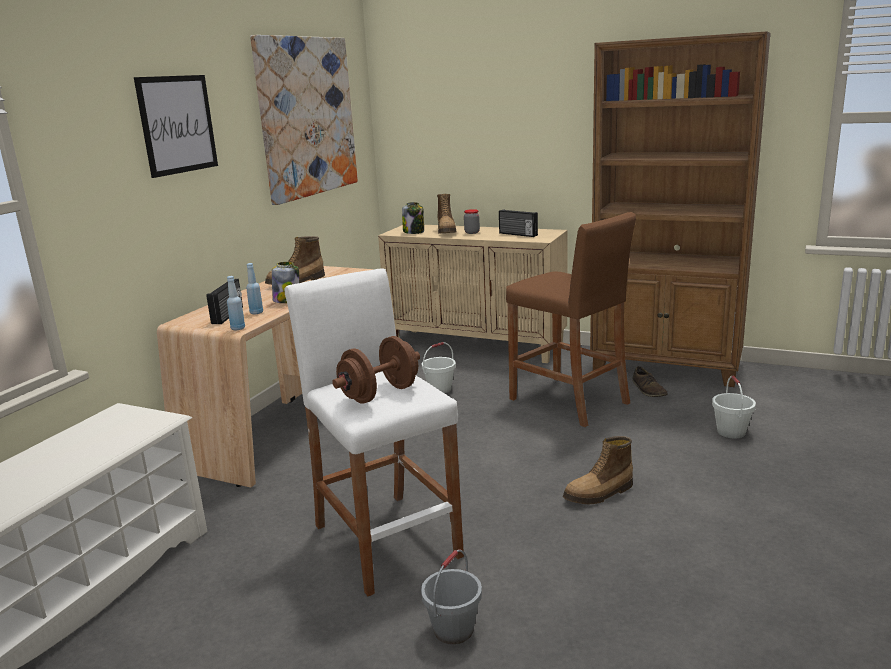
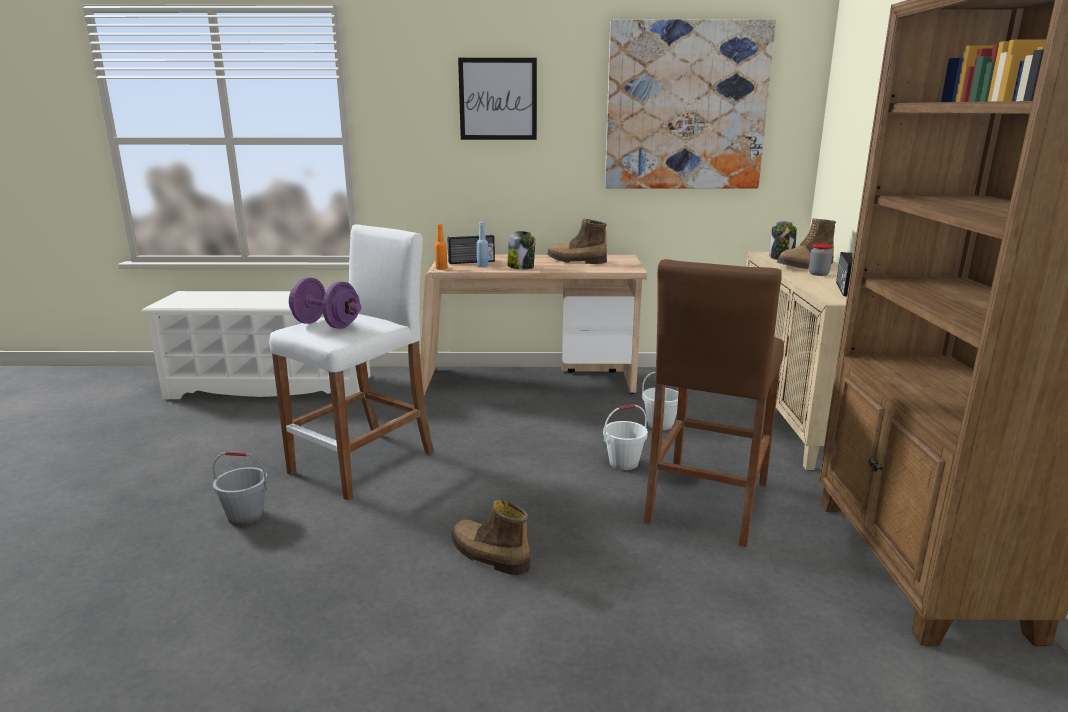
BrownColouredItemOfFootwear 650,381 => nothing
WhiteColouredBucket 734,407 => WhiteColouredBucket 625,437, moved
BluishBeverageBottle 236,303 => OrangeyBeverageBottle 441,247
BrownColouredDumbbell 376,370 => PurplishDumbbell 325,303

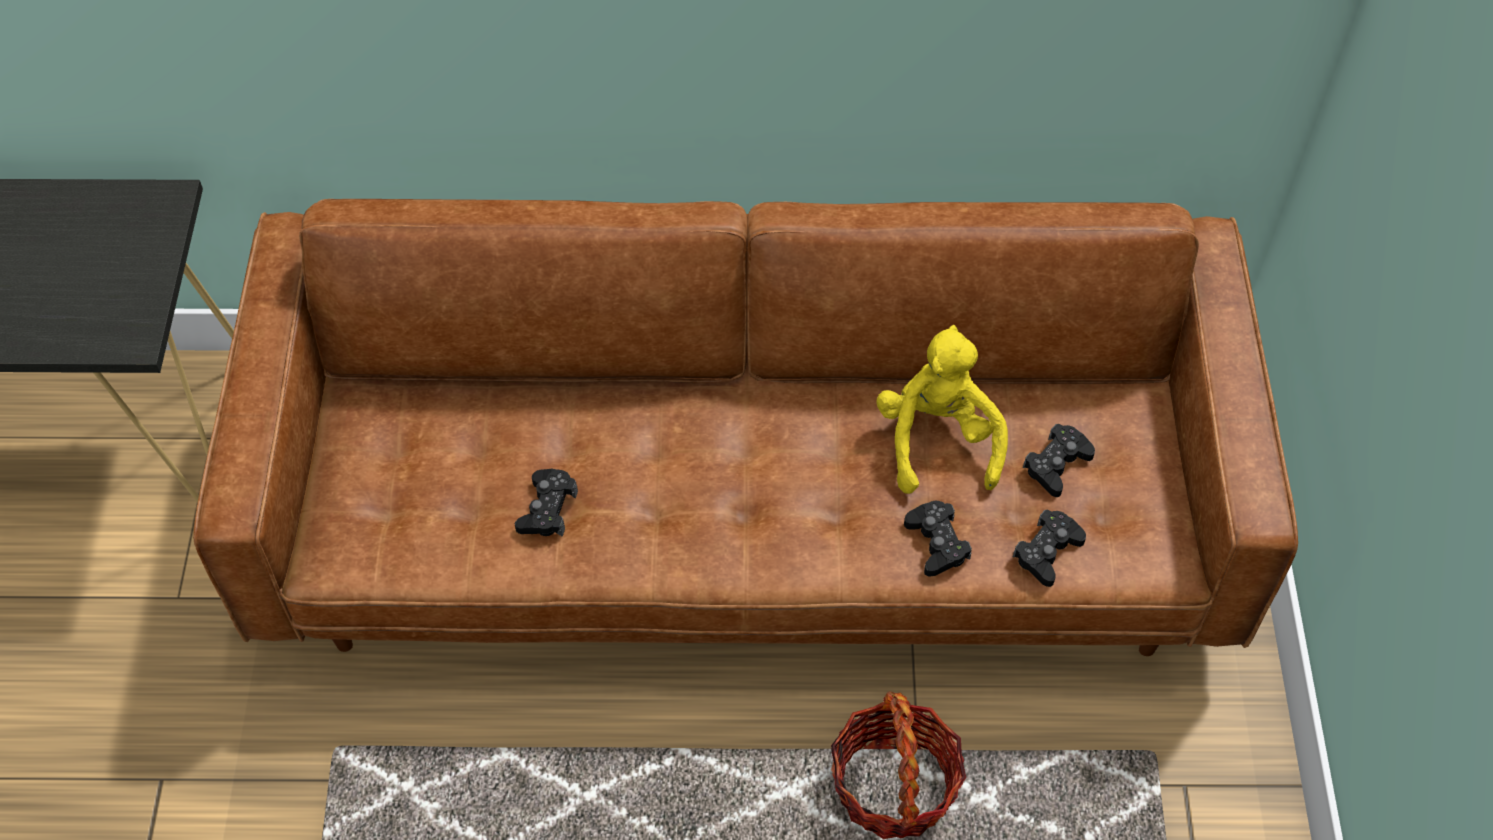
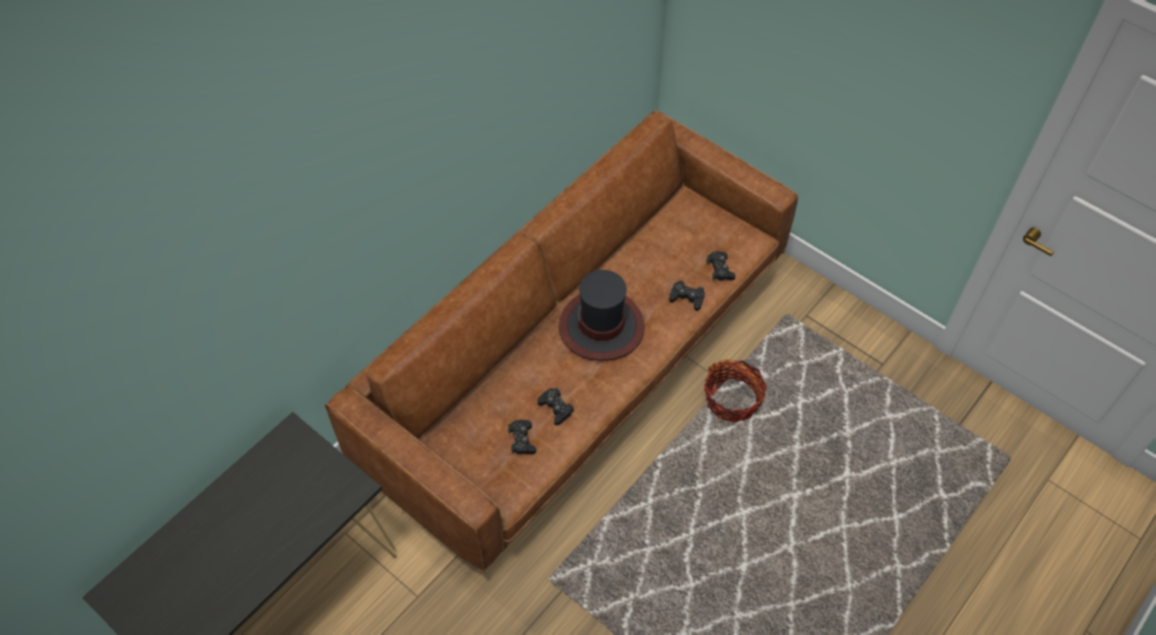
YellowColouredPlushToy 942,409 => nothing
nothing => WearableHat 602,315
BlackishGameController 1059,460 => BlackishGameController 522,437, moved

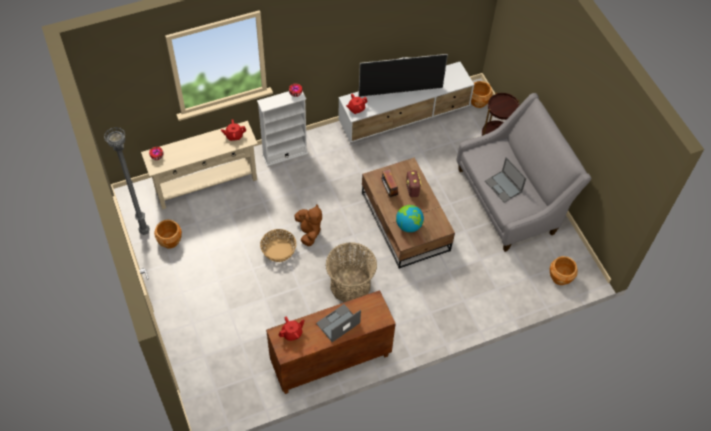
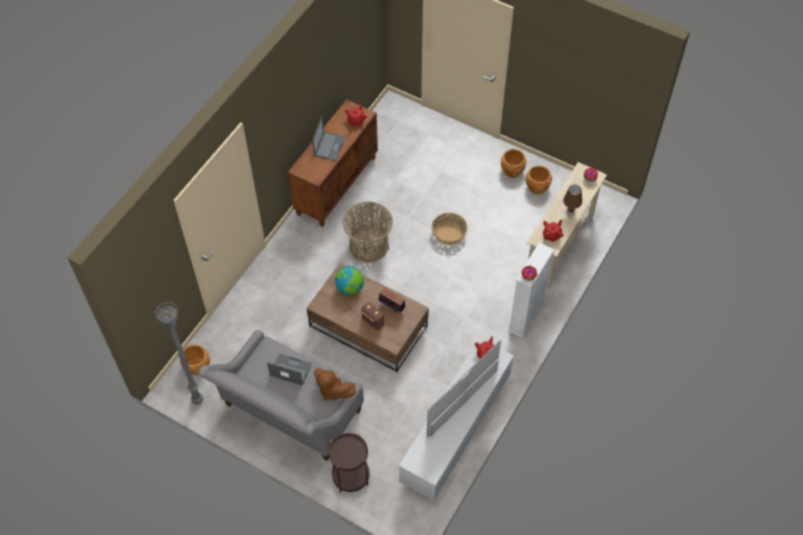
nothing => BrownColouredLampForATable 572,201
GreyishFloorLamp 127,181 => GreyishFloorLamp 179,353, moved
BrownColouredPlushToy 308,225 => BrownColouredPlushToy 335,384, moved
BrownColouredFlowerPot 482,94 => BrownColouredFlowerPot 514,163, moved

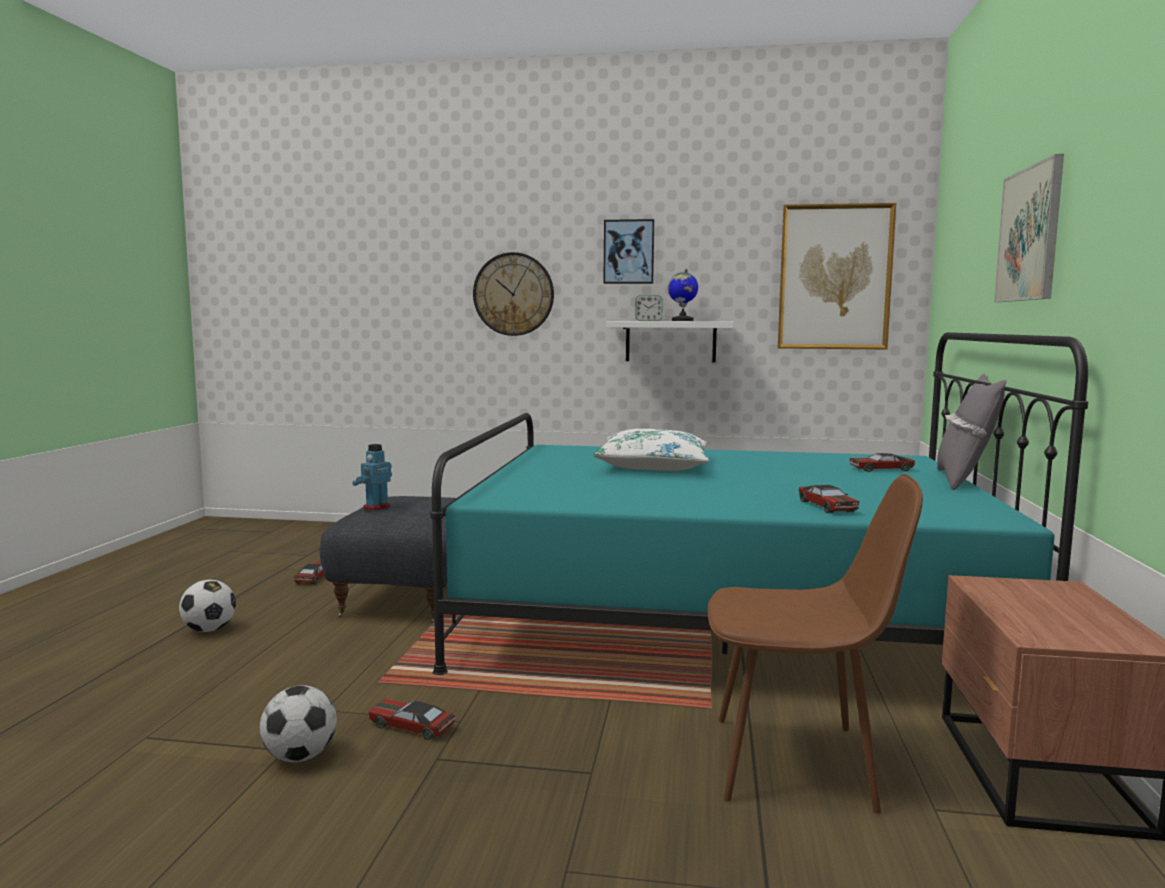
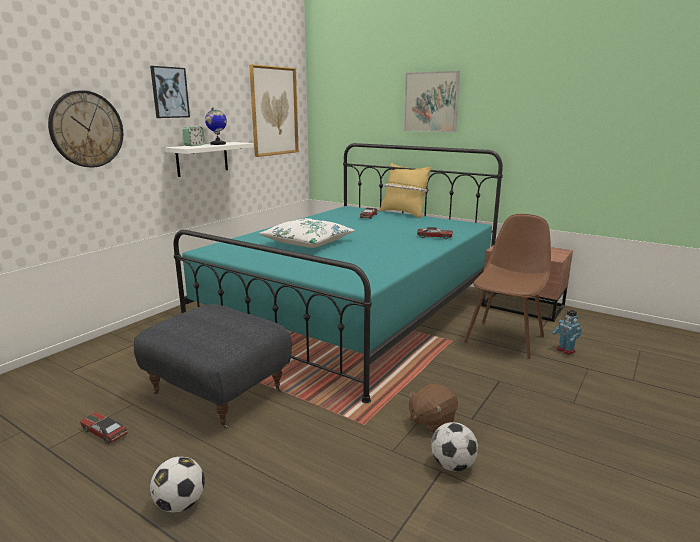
ModelRobot 372,477 => ModelRobot 567,332, moved
ToyCar 411,719 => BrownColouredPlushToy 433,409
GreyishPillow 972,431 => YellowColouredPillow 405,190

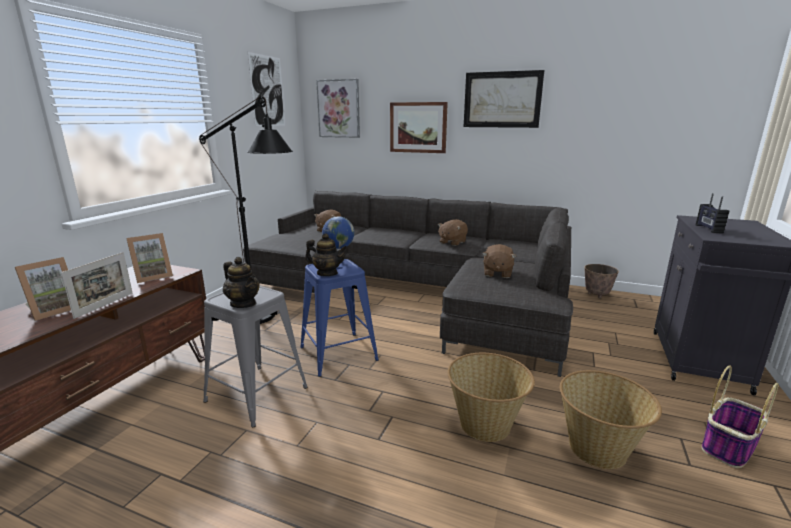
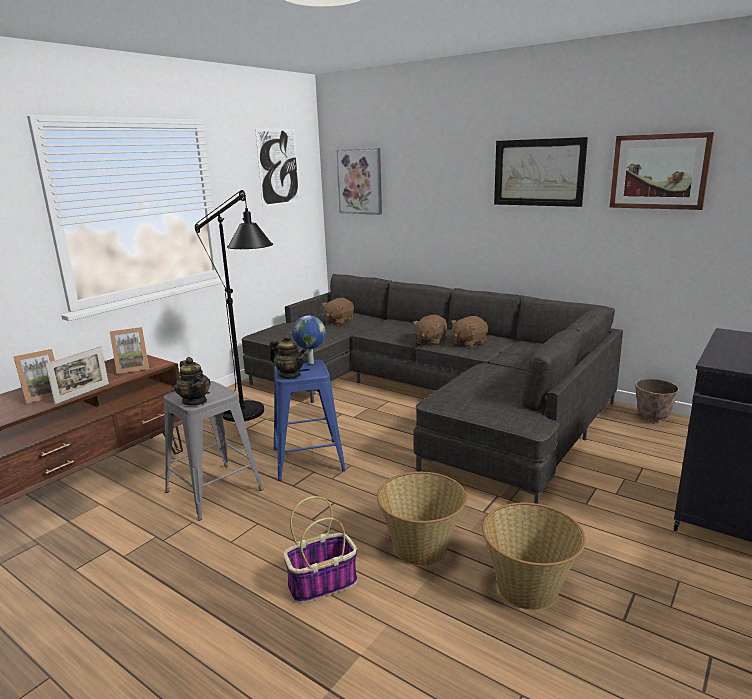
RadioSet 712,214 => nothing
Picture 419,127 => Picture 662,171, moved
BrownColouredPlushToy 499,261 => BrownColouredPlushToy 430,330, moved
HouseholdBasket 740,416 => HouseholdBasket 320,549, moved

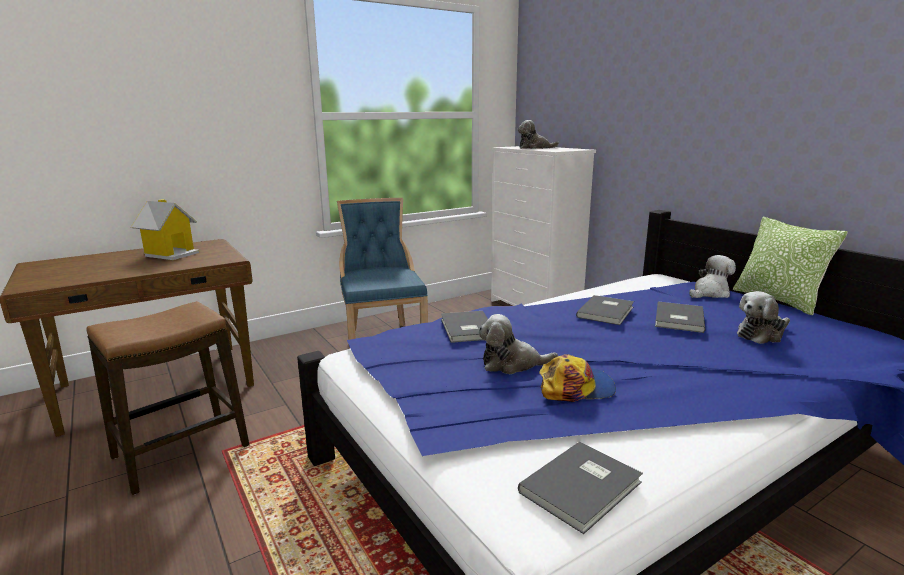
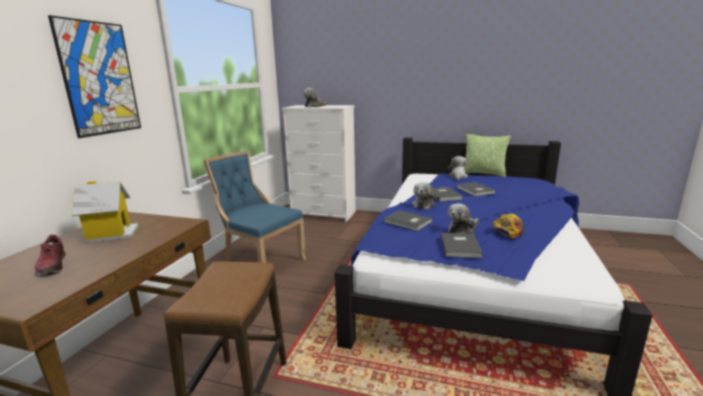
nothing => ItemOfFootwear 50,255
nothing => Picture 94,76
GreyishBook 580,487 => GreyishBook 461,245, moved
PlushToy 763,317 => PlushToy 424,196, moved

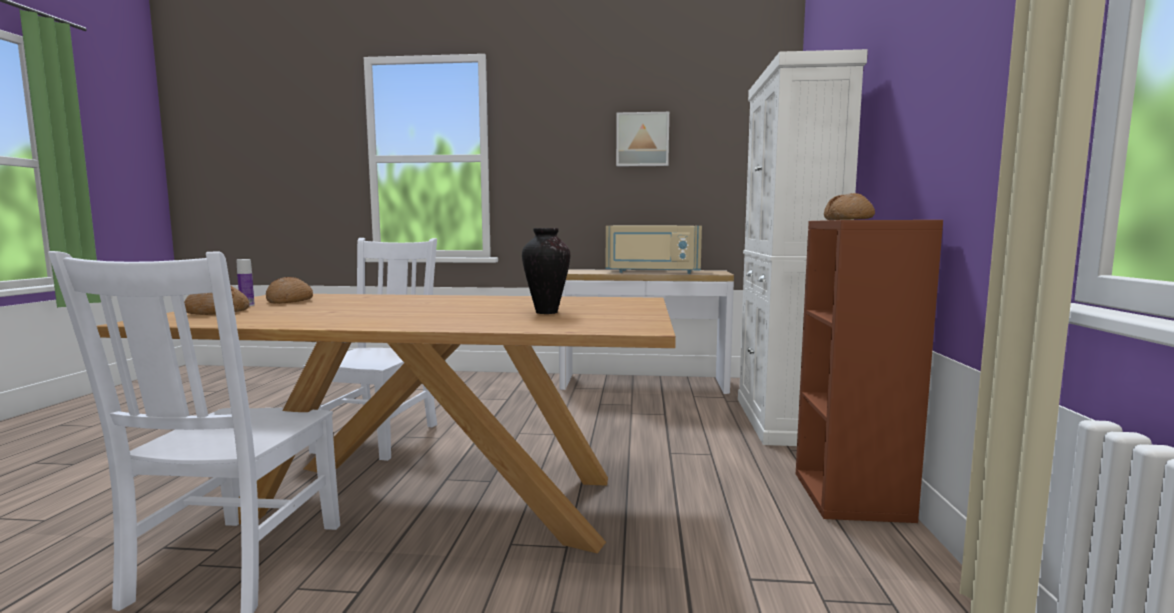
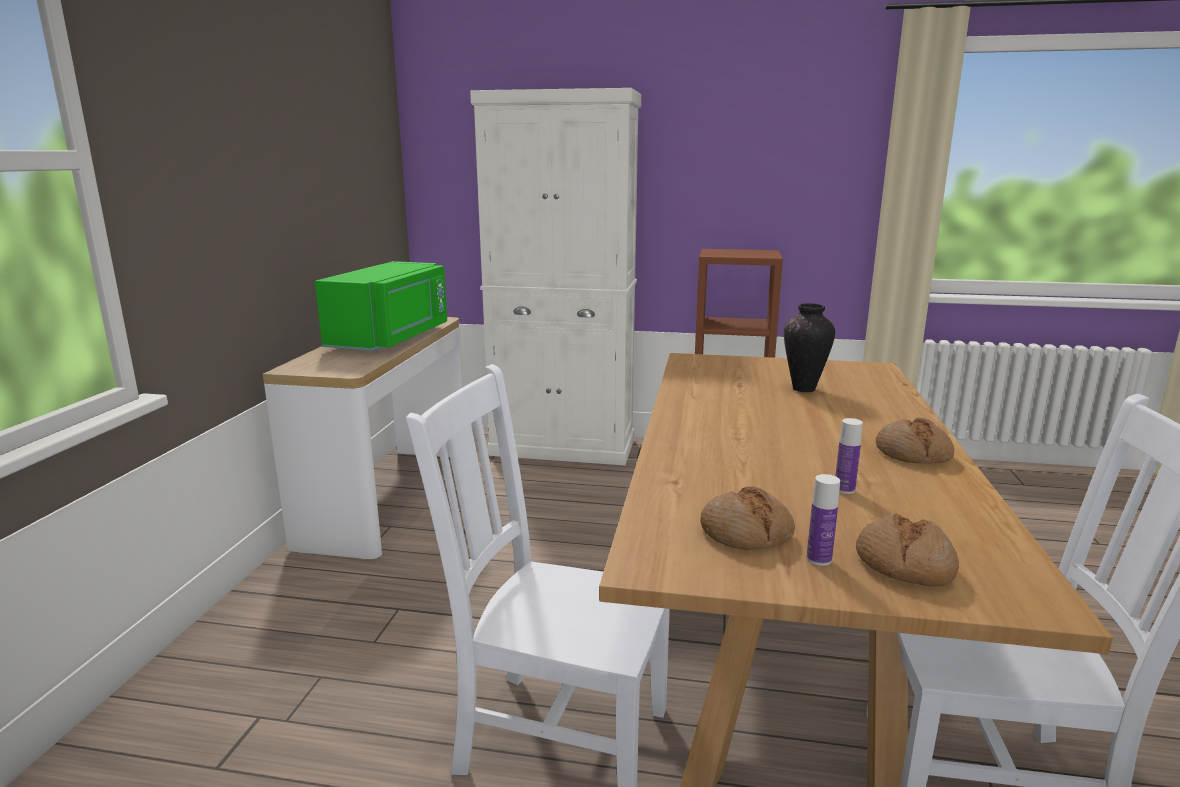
Picture 642,139 => nothing
nothing => BeverageBottle 849,456
BakedBread 849,206 => BakedBread 915,441, moved
BeigeMicrowaveOven 654,250 => GreenishMicrowaveOven 381,306

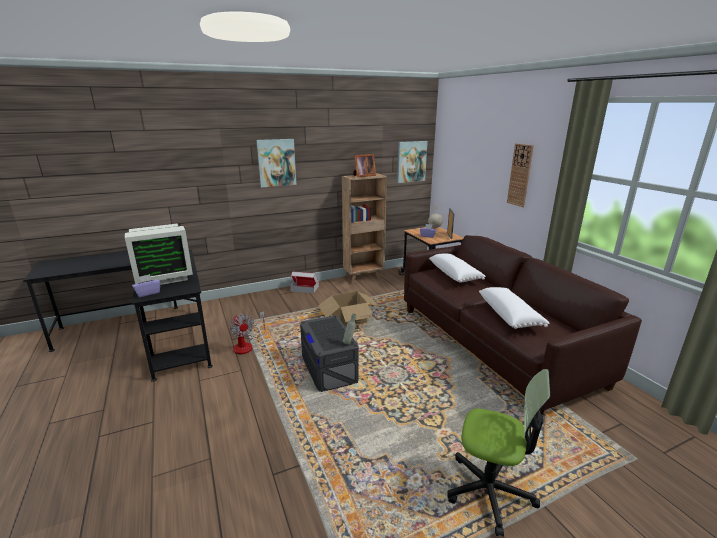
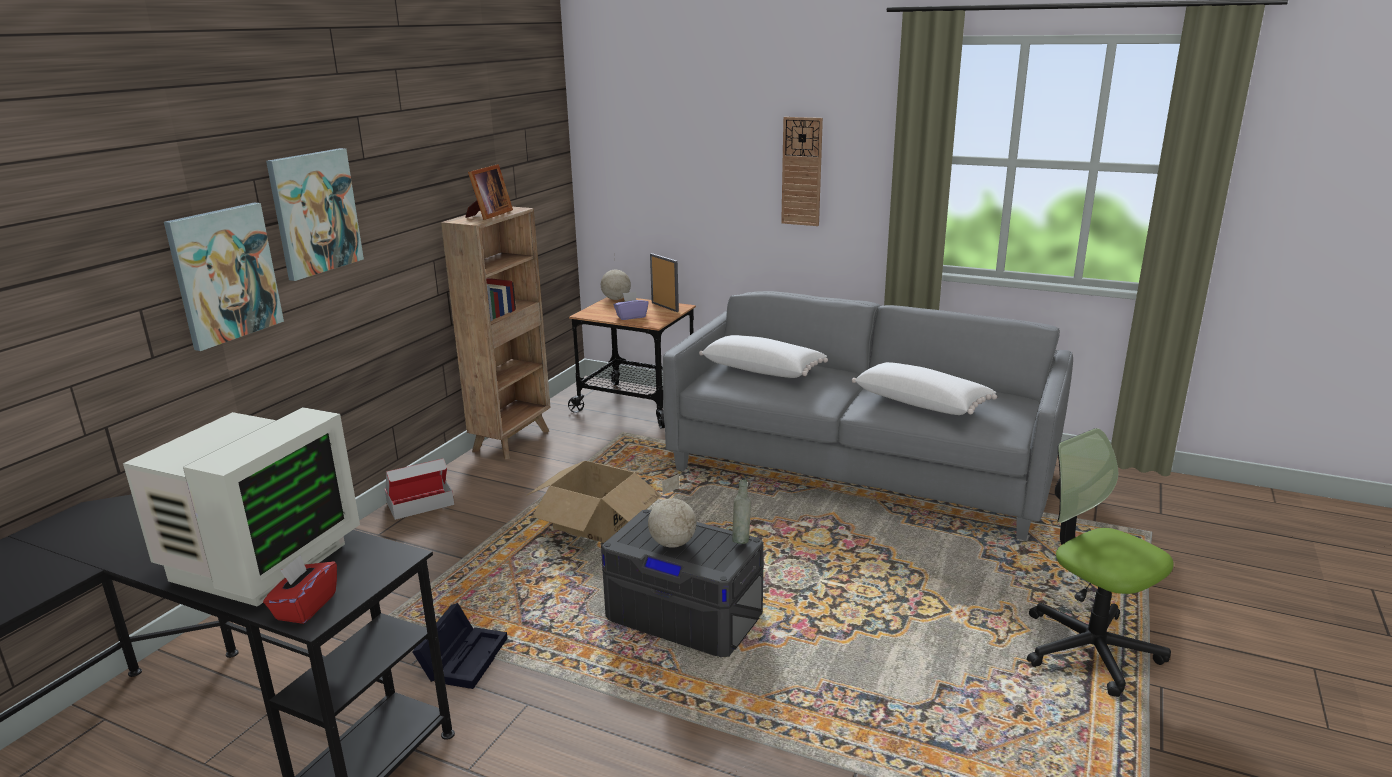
nothing => DeskGlobe 672,511
Picture 412,162 => Picture 224,276, moved
Fan 247,332 => BlackishStorageContainer 460,646
PurplishTissueBox 146,285 => ReddishTissueBox 300,589
BrownColouredSettee 523,326 => GreyishSettee 868,416
ComputerChair 499,452 => ComputerChair 1100,562, 105 degrees counterclockwise

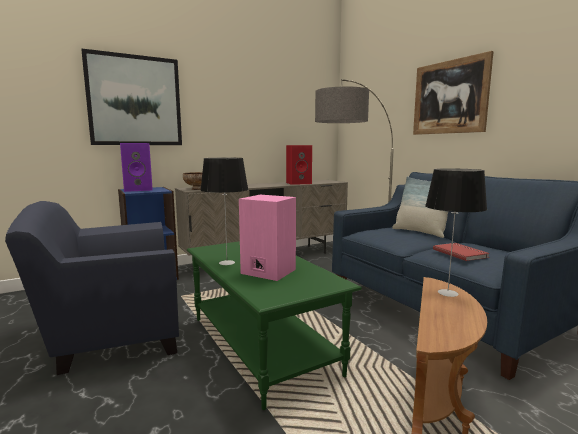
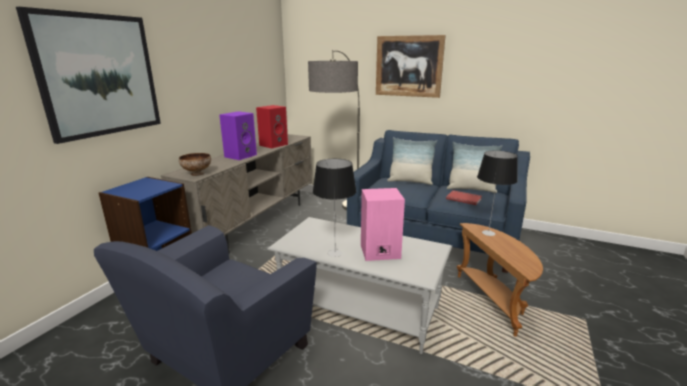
nothing => Pillow 474,167
PurplishSpeaker 136,167 => PurplishSpeaker 238,135, moved
GreenishLowTable 274,325 => GreyishLowTable 360,285

